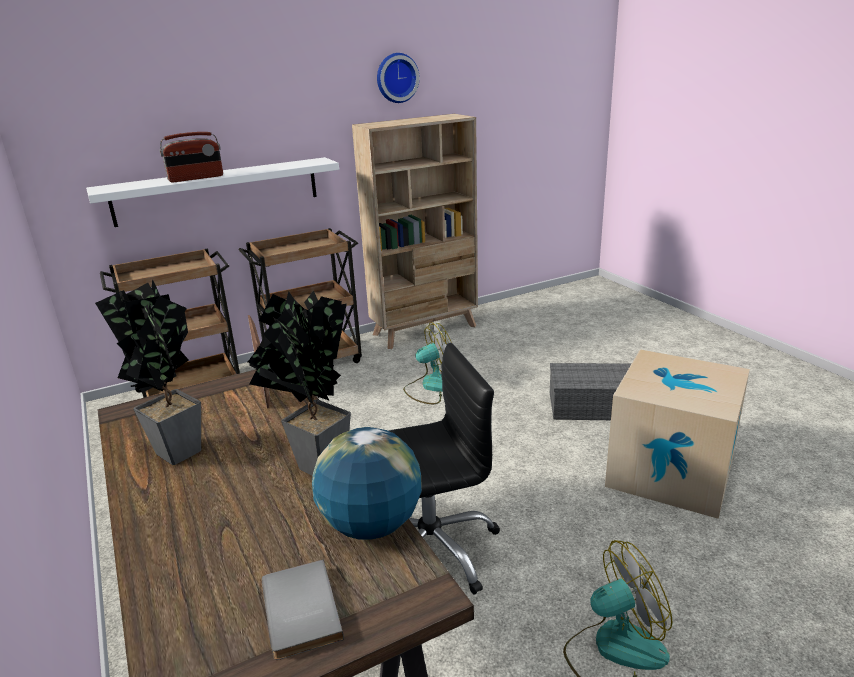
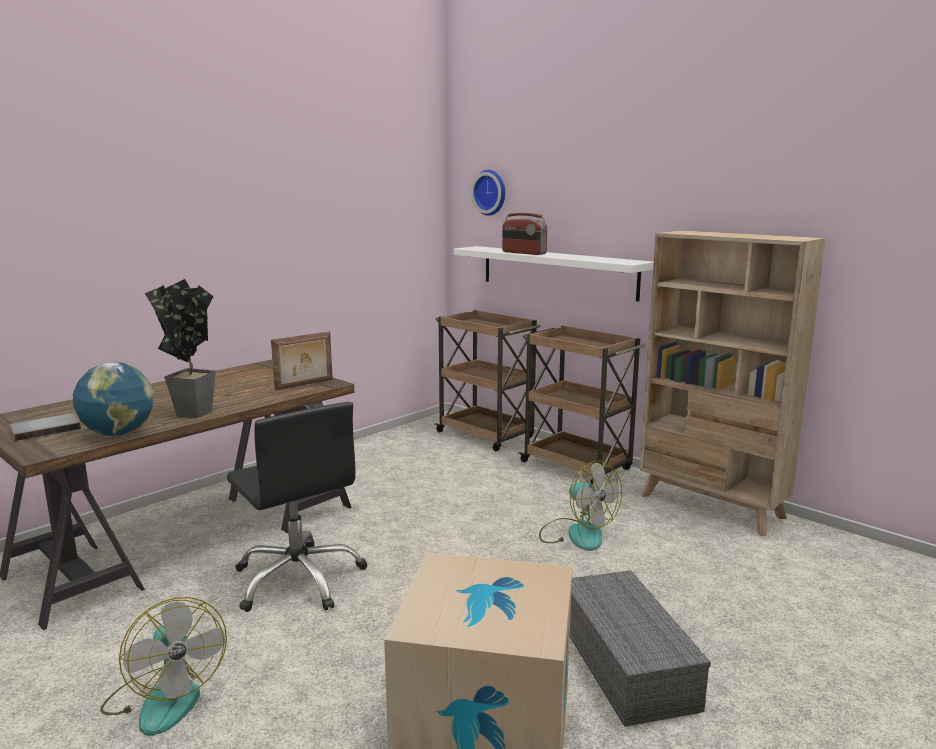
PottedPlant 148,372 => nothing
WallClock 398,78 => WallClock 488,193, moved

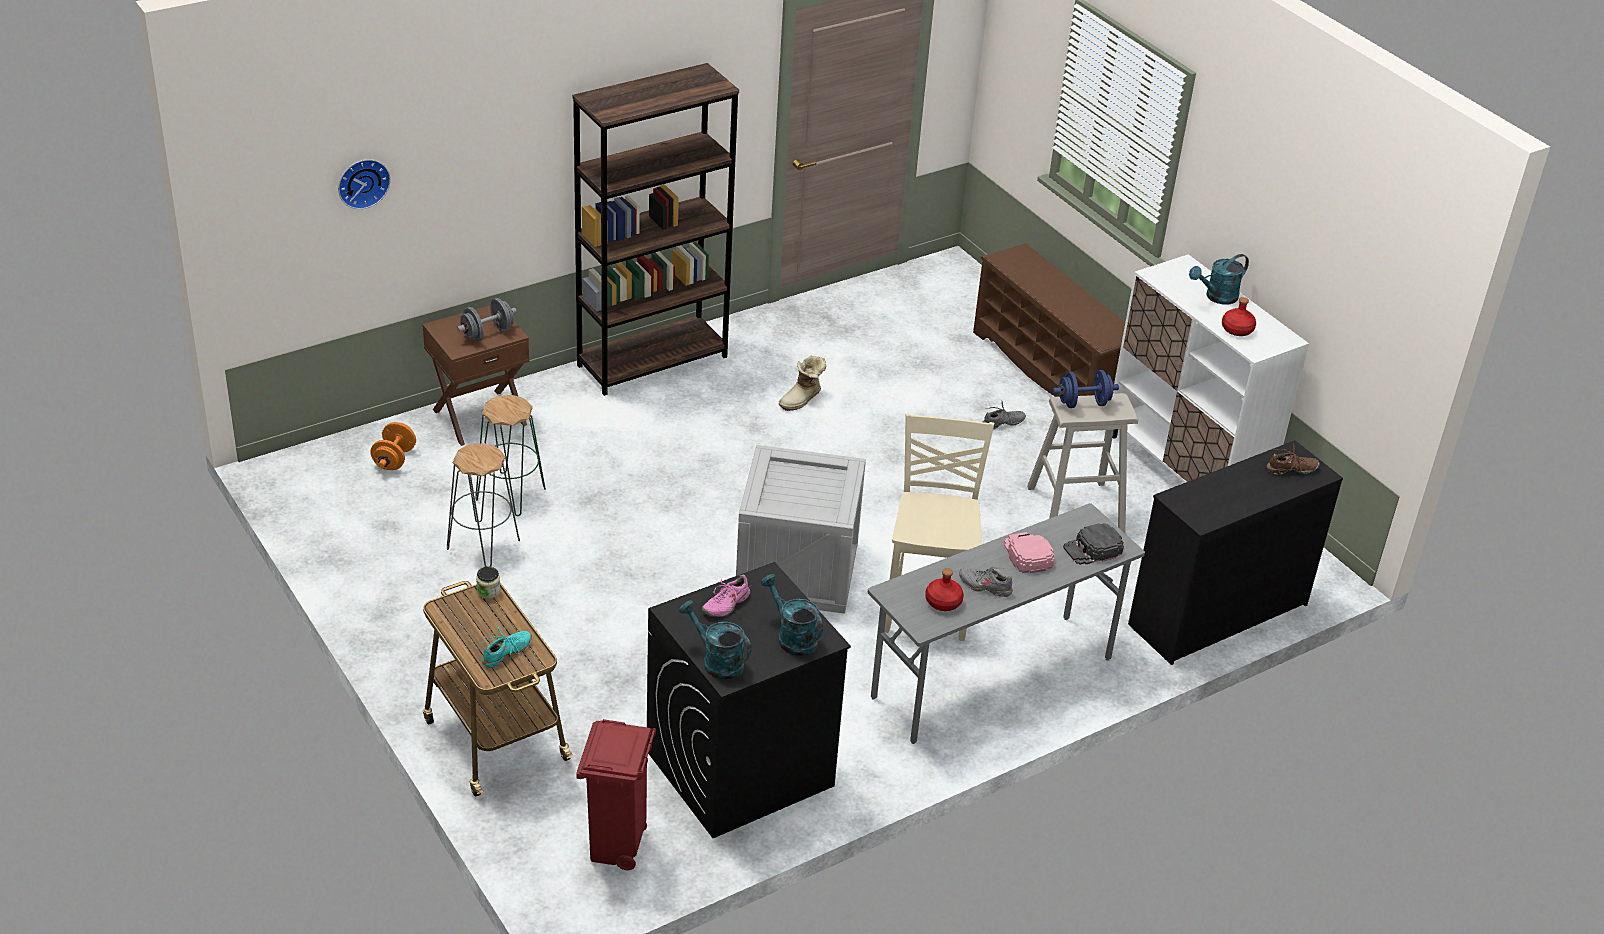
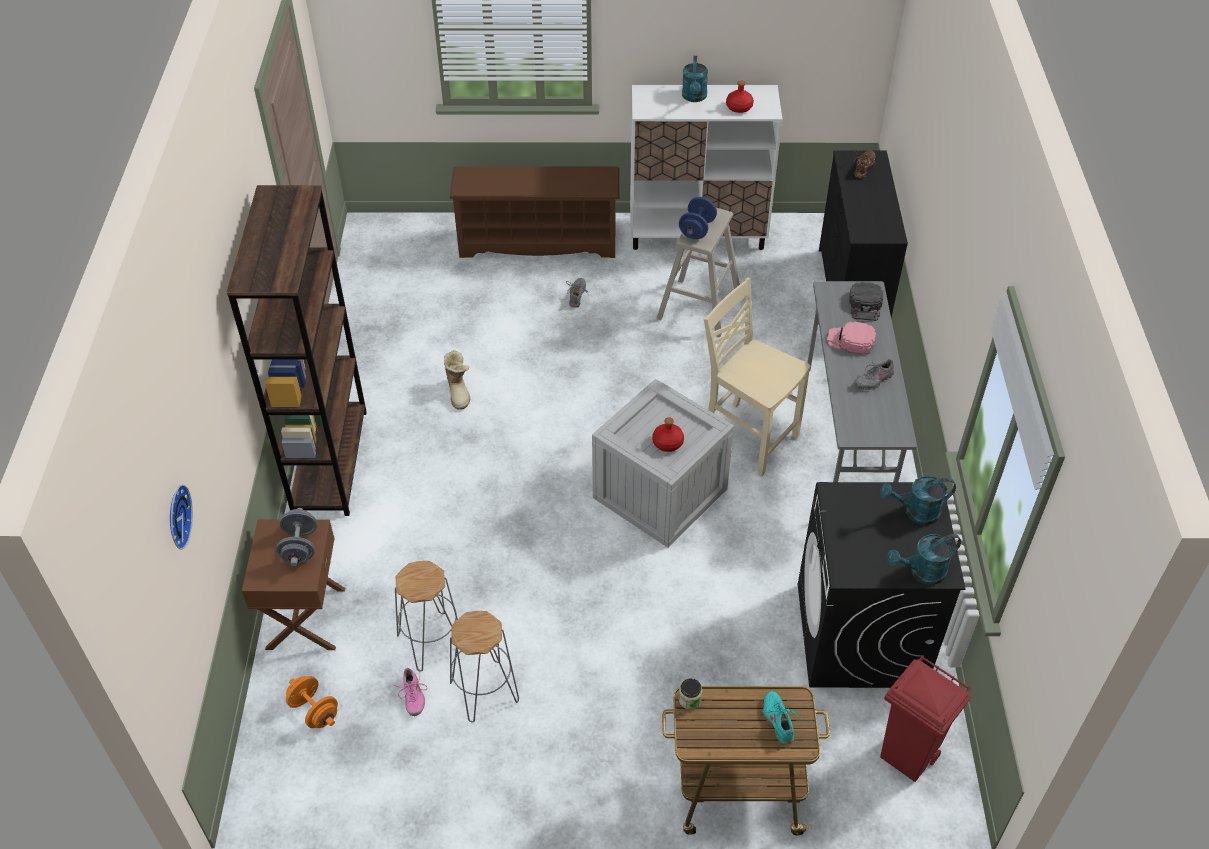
PinkishItemOfFootwear 726,596 => PinkishItemOfFootwear 411,692, moved
ReddishBeverageBottle 944,589 => ReddishBeverageBottle 668,434, moved
GreenishStool 510,455 => GreyishStool 426,616

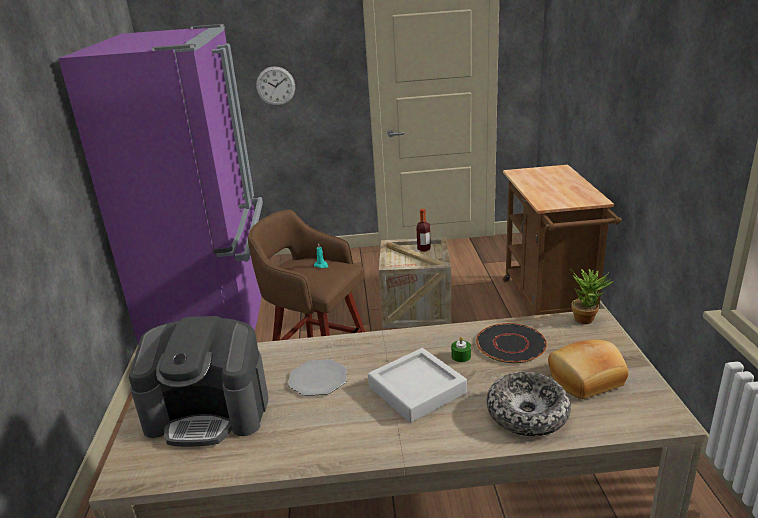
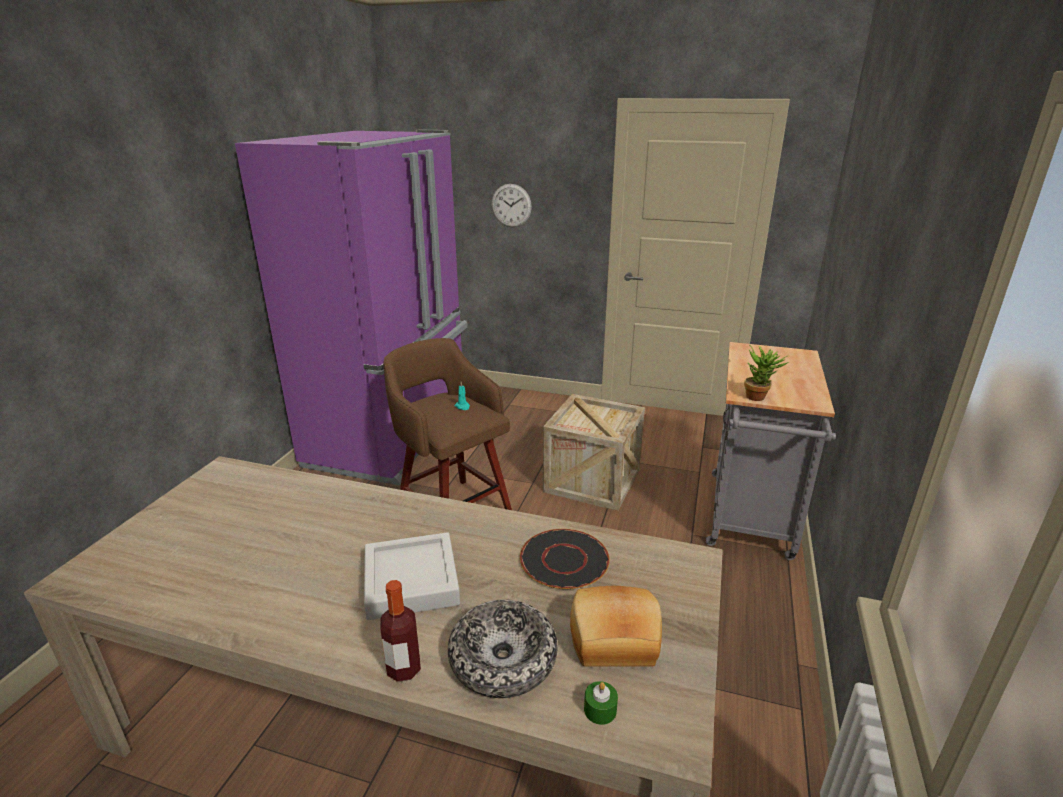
CoffeeMaker 199,381 => nothing
DinnerPlate 317,377 => nothing
BeverageBottle 423,230 => BeverageBottle 400,631, moved
GreenishCandle 461,349 => GreenishCandle 601,703, moved
PottedPlant 591,296 => PottedPlant 766,372, moved
BrownColouredTrolley 562,240 => GreyishTrolley 771,451

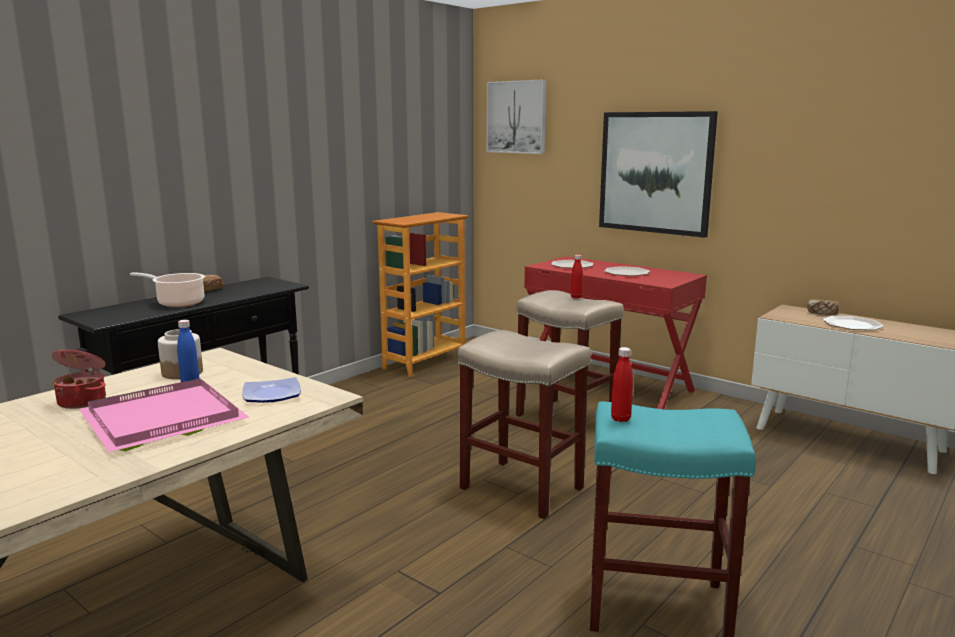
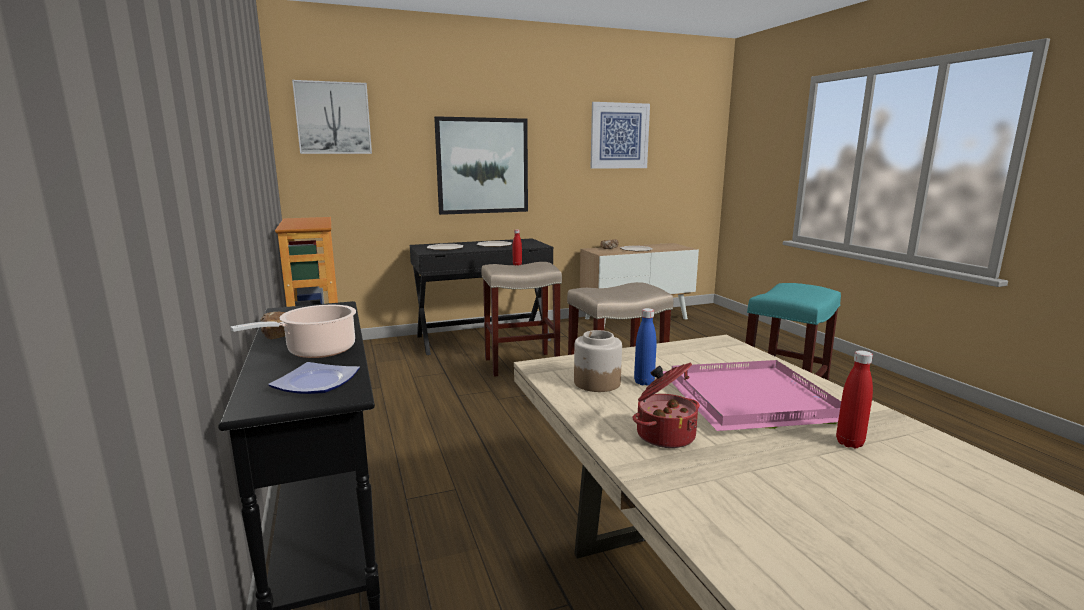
nothing => Picture 620,135
DinnerPlate 271,390 => DinnerPlate 314,378, moved
ReddishBeverageBottle 622,384 => ReddishBeverageBottle 854,399, moved
ReddishDesk 615,332 => BlackishDesk 481,296

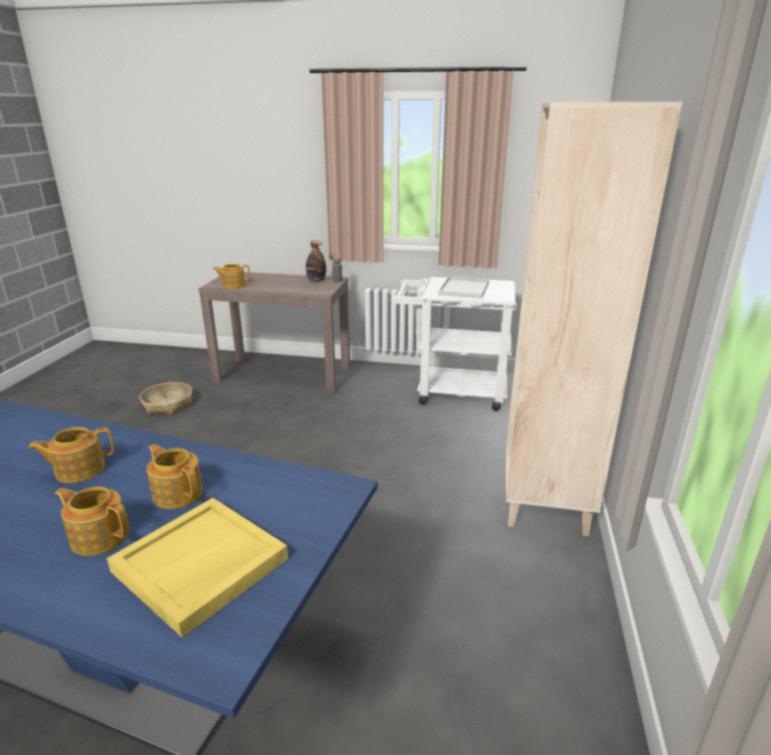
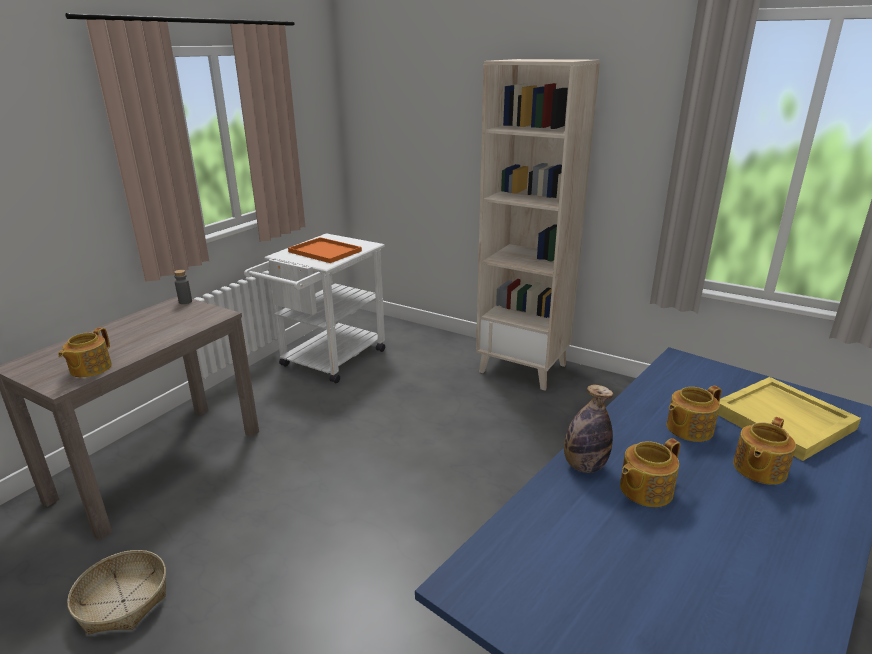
BeverageBottle 316,261 => BeverageBottle 588,429, moved
WhiteColouredTray 463,287 => OrangeyTray 325,250
Teapot 71,455 => Teapot 650,472, 60 degrees clockwise

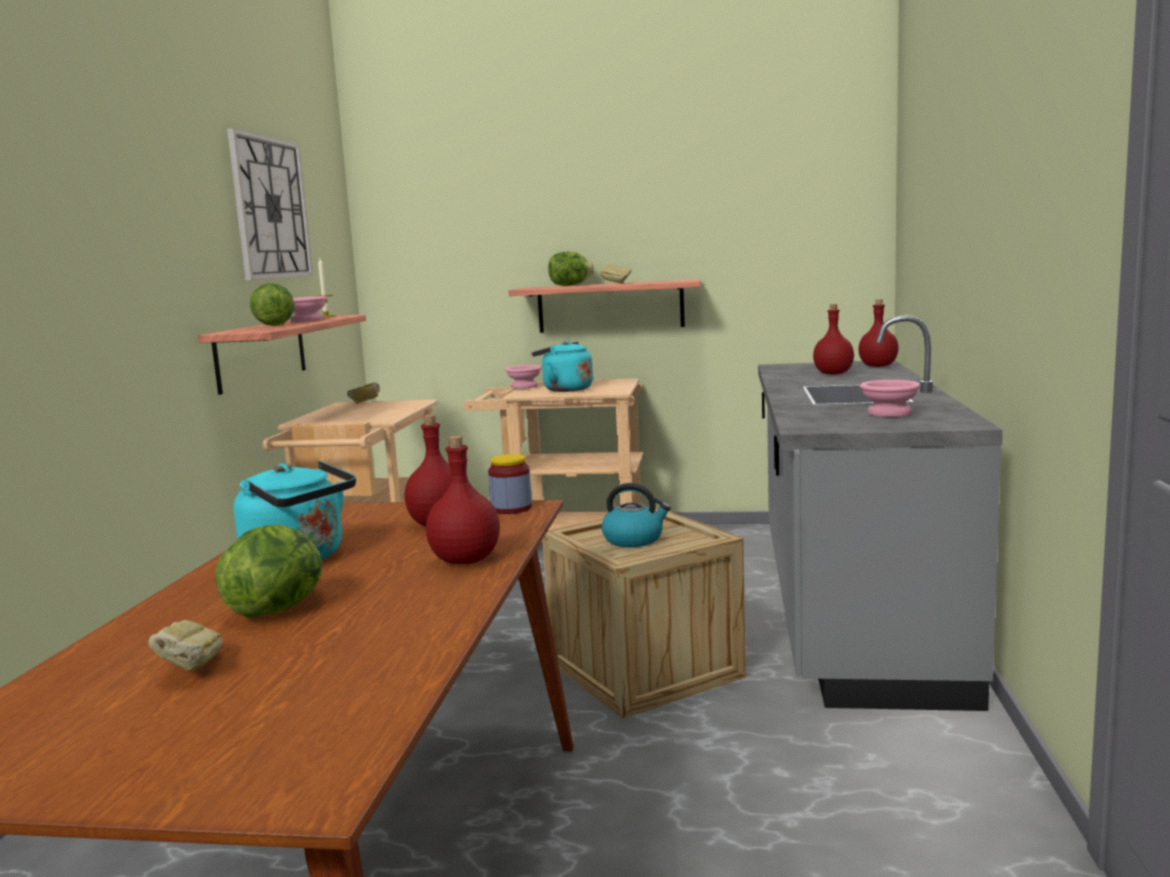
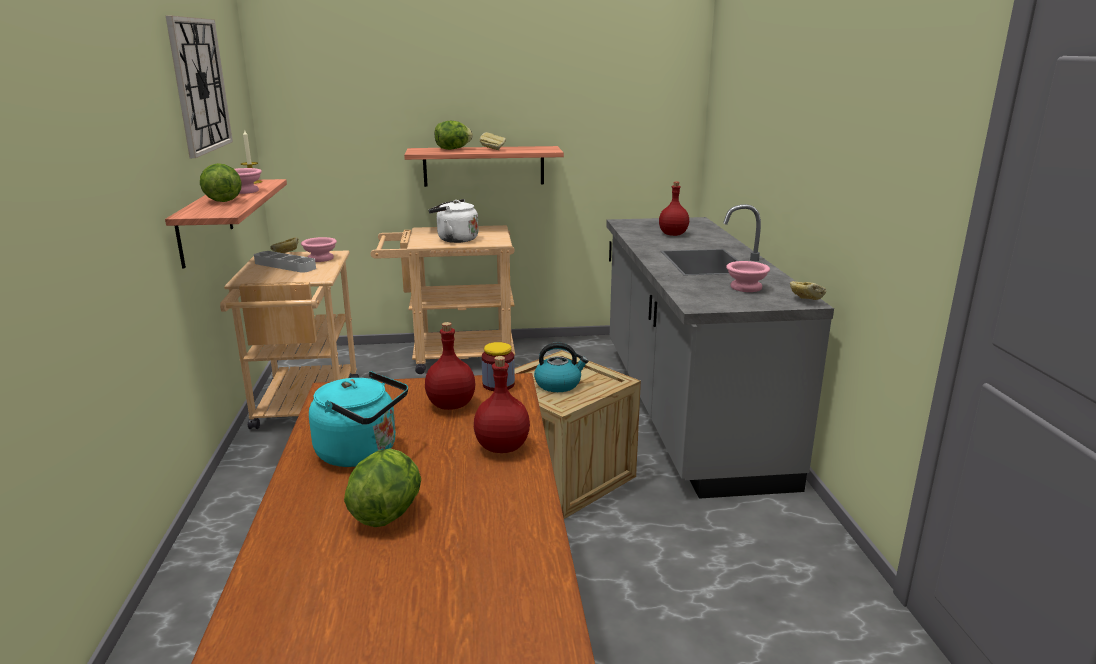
ReddishBeverageBottle 878,333 => nothing
nothing => GreyishTray 285,262
BakedBread 185,645 => BakedBread 808,290, moved
PinkishBowl 523,377 => PinkishBowl 319,249, moved
TurquoiseColouredTeaKettle 562,366 => WhiteColouredTeaKettle 453,221

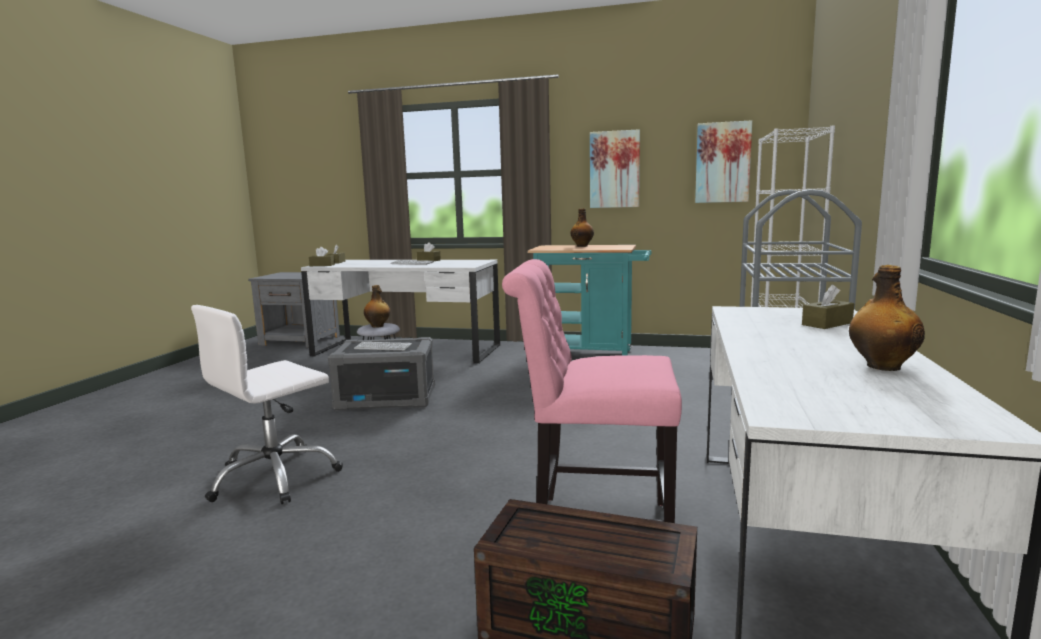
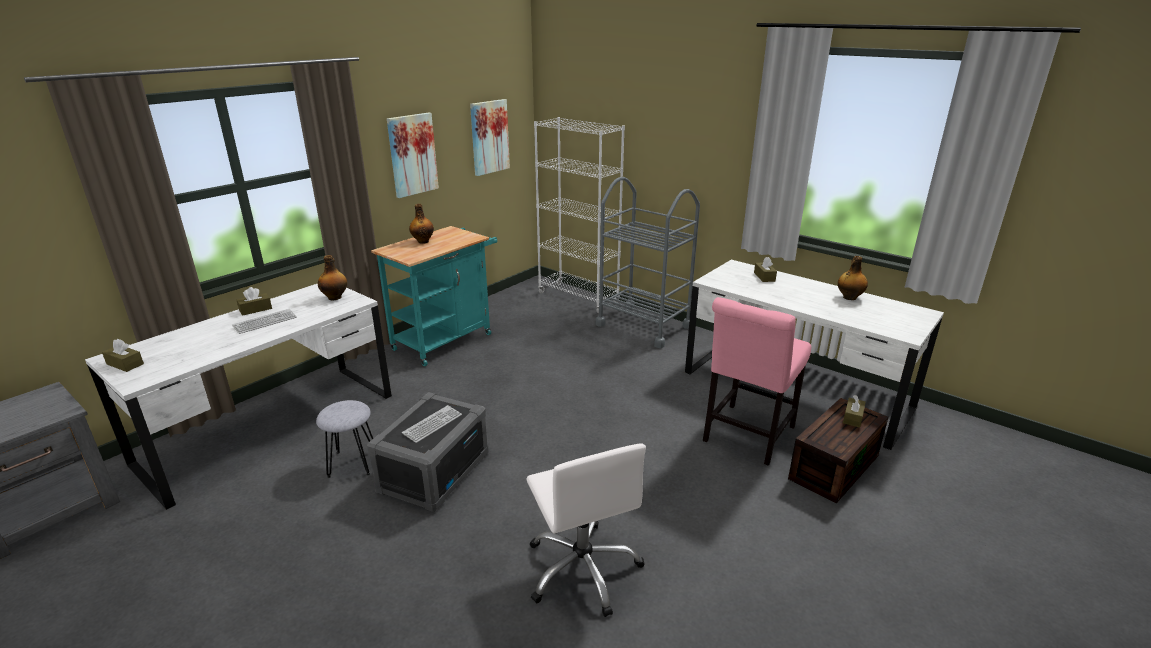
BrownColouredTissueBox 322,256 => BrownColouredTissueBox 854,411, moved
BeverageBottle 377,306 => BeverageBottle 332,277, moved

